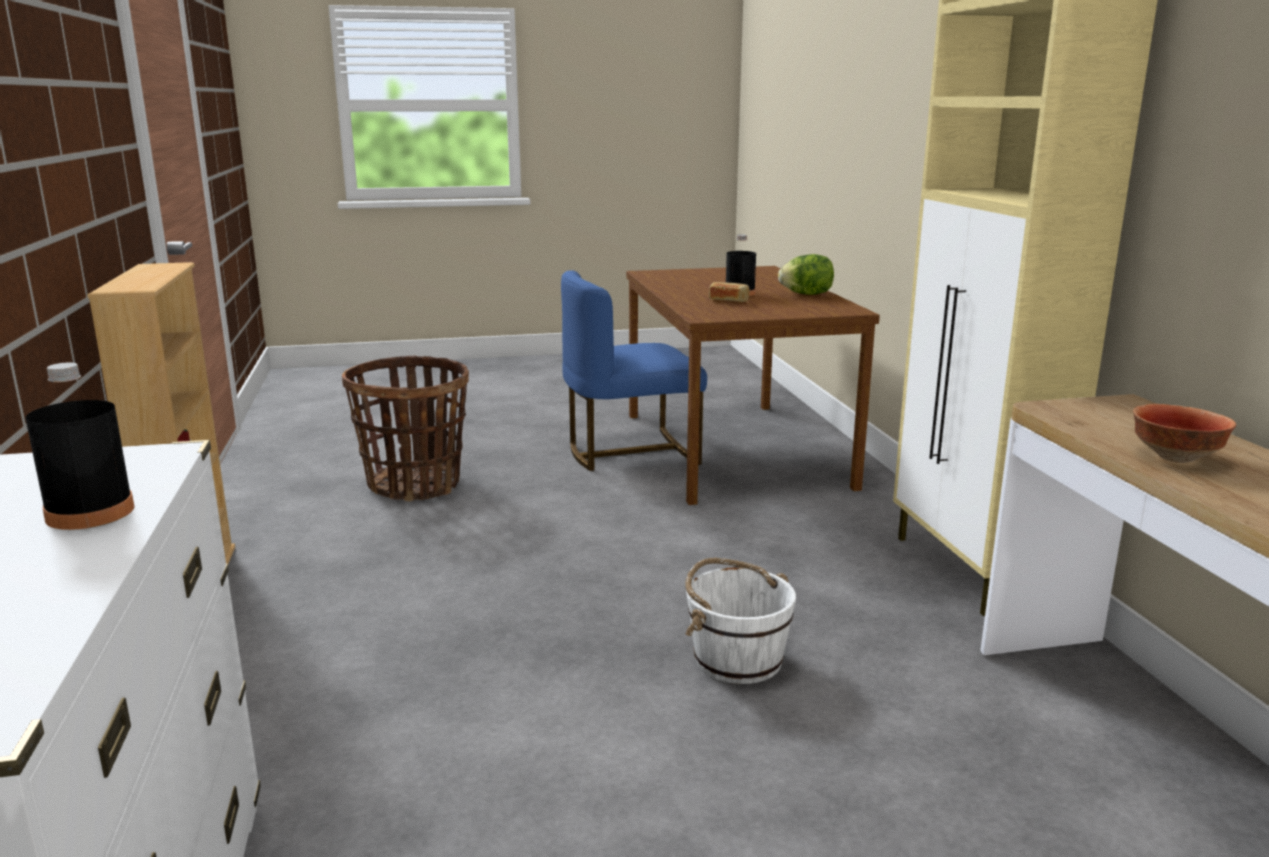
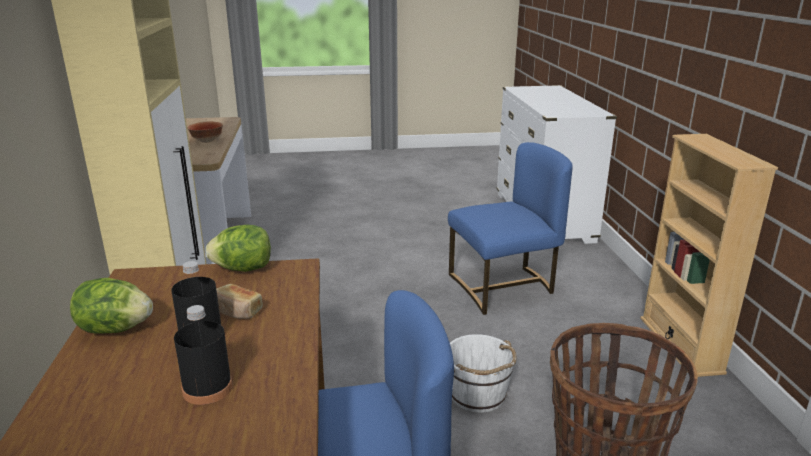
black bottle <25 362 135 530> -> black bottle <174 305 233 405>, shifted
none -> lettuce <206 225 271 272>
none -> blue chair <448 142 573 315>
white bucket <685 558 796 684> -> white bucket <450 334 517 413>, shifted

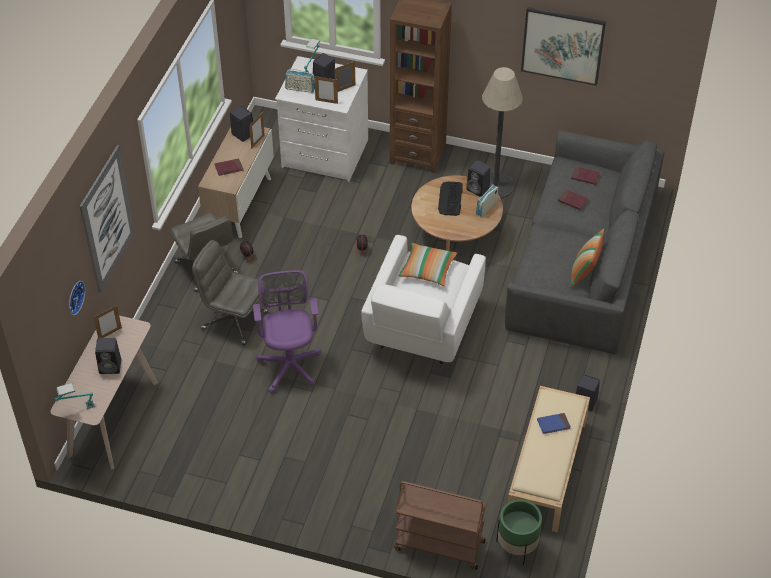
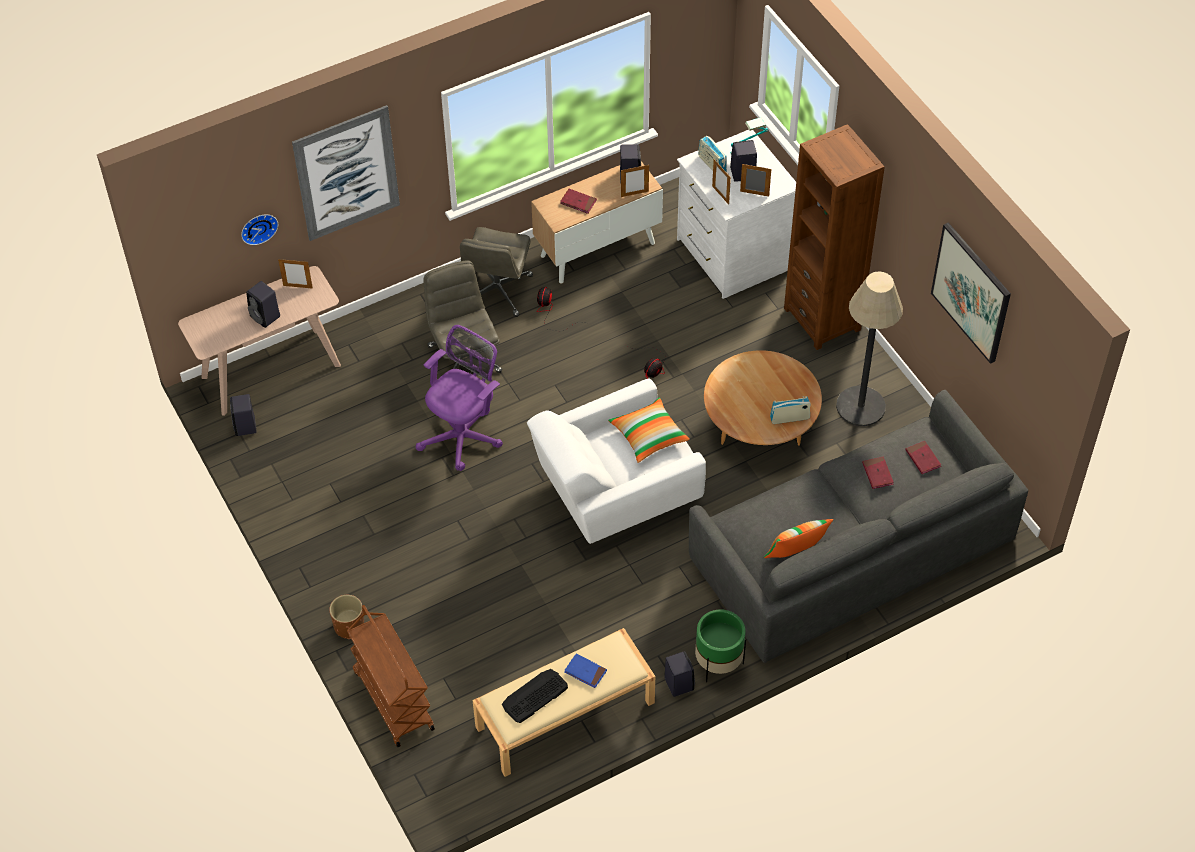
black speaker <466 160 491 197> -> black speaker <230 394 257 436>, shifted
none -> brown planter <329 595 364 639>
keyboard <438 181 462 216> -> keyboard <502 669 568 723>, shifted
green planter <496 499 542 565> -> green planter <695 609 746 683>, shifted
table lamp <55 383 95 409> -> none

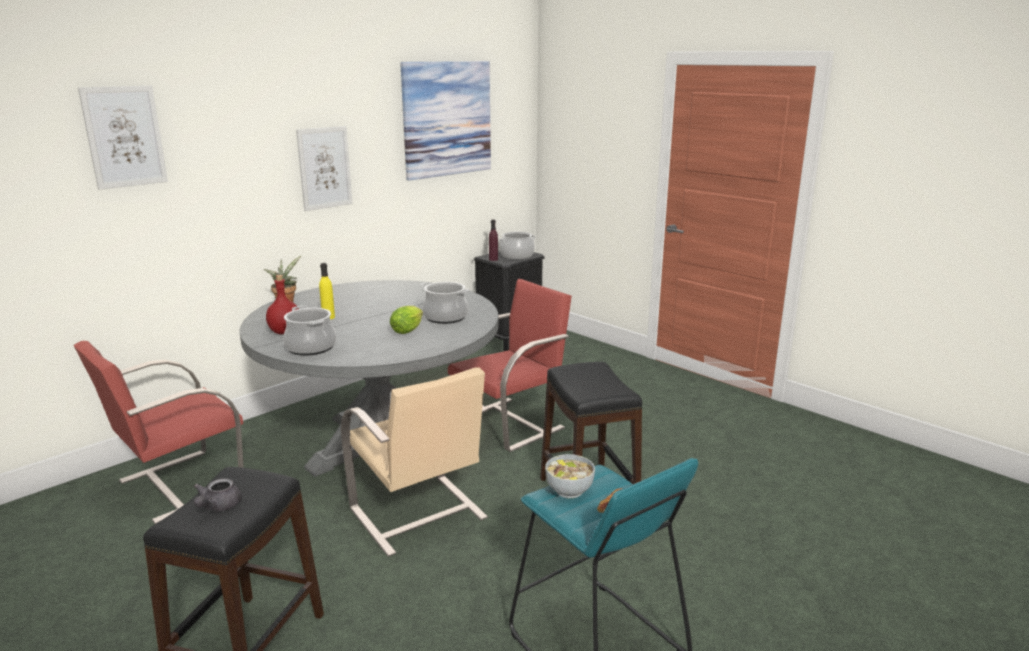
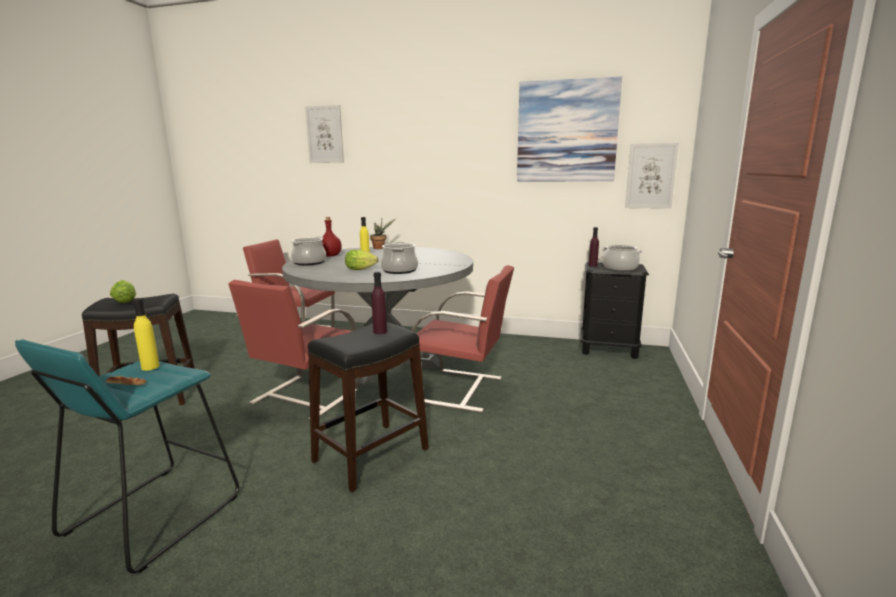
grey teapot <193 478 242 511> -> lettuce <110 280 136 303>
bowl <545 454 595 498> -> yellow bottle <133 299 160 371>
beige chair <341 367 488 557> -> red chair <228 280 359 420>
none -> purple bottle <372 272 387 334>
picture <296 126 352 211> -> picture <625 143 679 209>, shifted

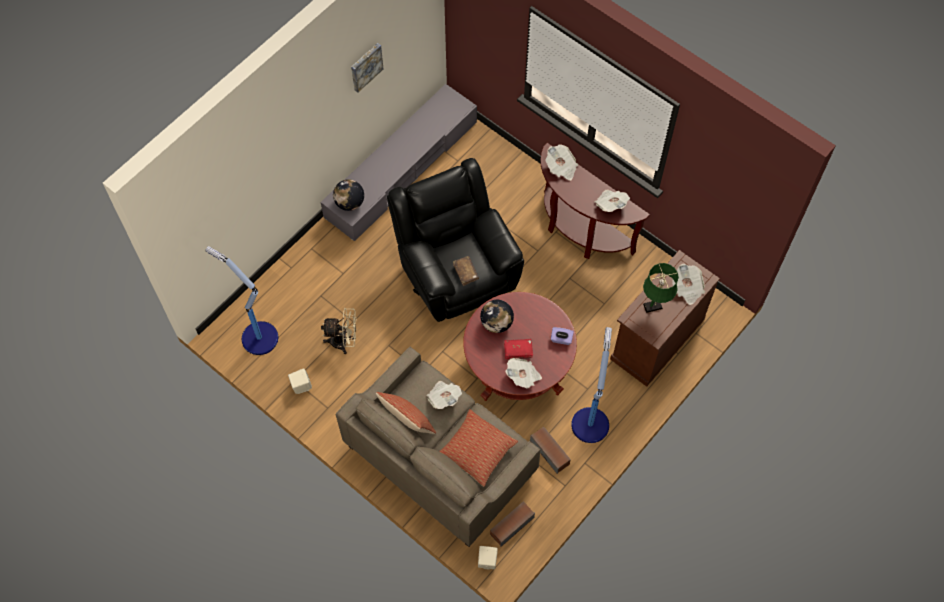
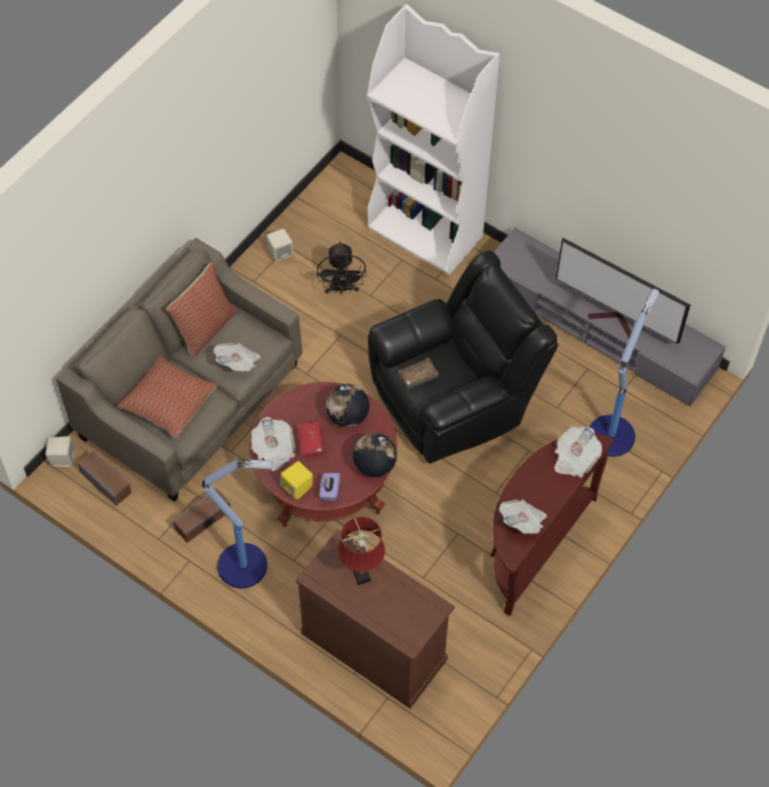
none -> yellow speaker <281 461 313 499>
beige fan <321 308 356 354> -> black fan <317 241 366 294>
green table lamp <643 263 679 313> -> red table lamp <338 516 385 585>
globe <333 179 364 211> -> globe <353 433 397 477>, shifted
none -> white bookcase <367 4 500 275>
none -> television <556 237 690 344>
floor lamp <206 246 278 355> -> floor lamp <589 289 659 457>, shifted
picture <351 43 383 93> -> none
newspaper <672 263 705 305> -> none

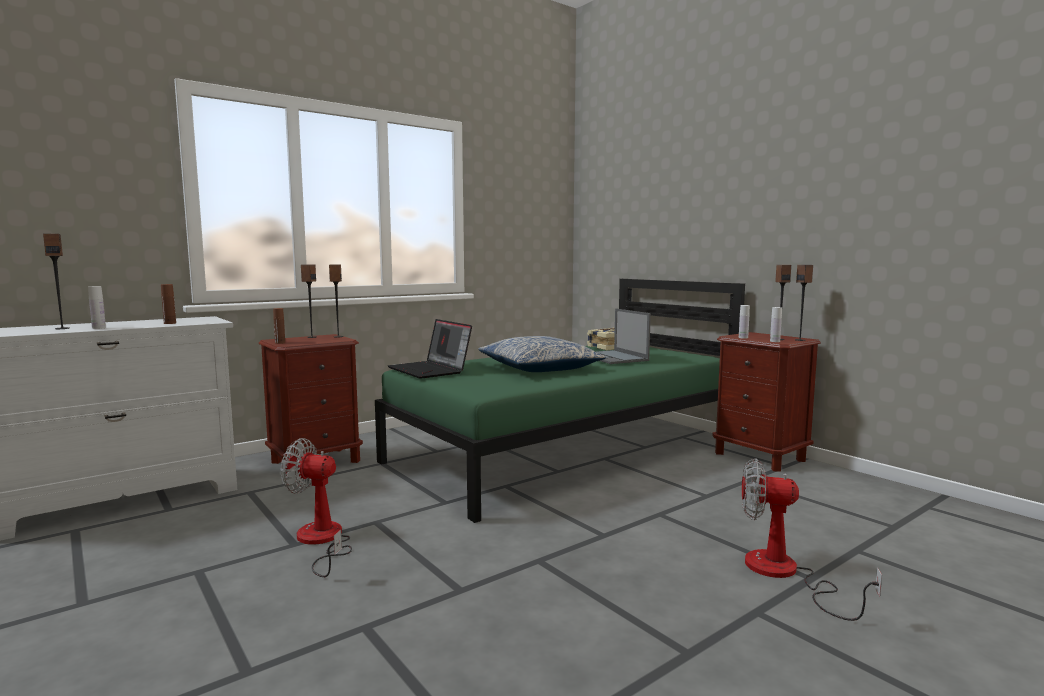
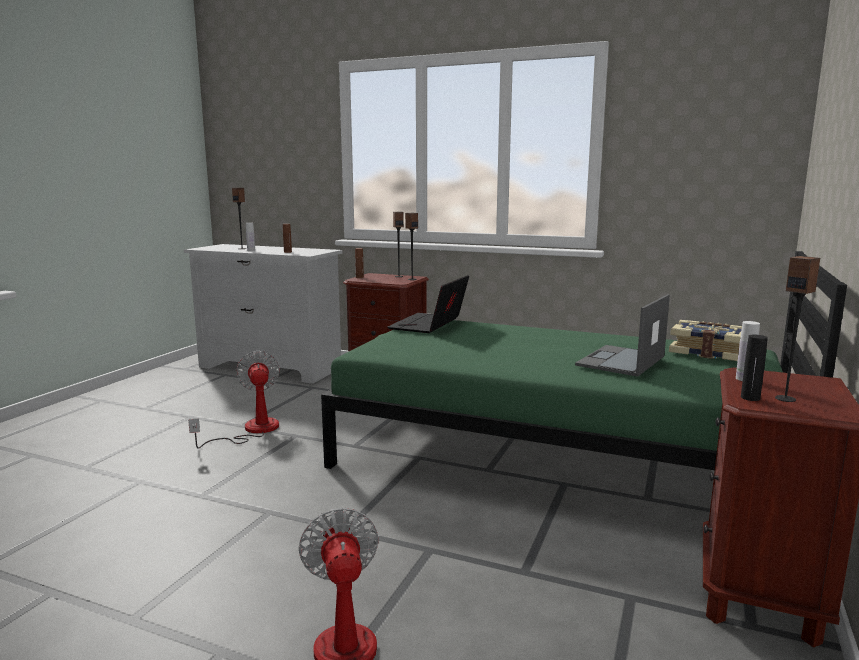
white bottle <770 307 782 342> -> black bottle <741 335 768 401>
pillow <478 336 606 372> -> none
speaker <795 265 813 341> -> none

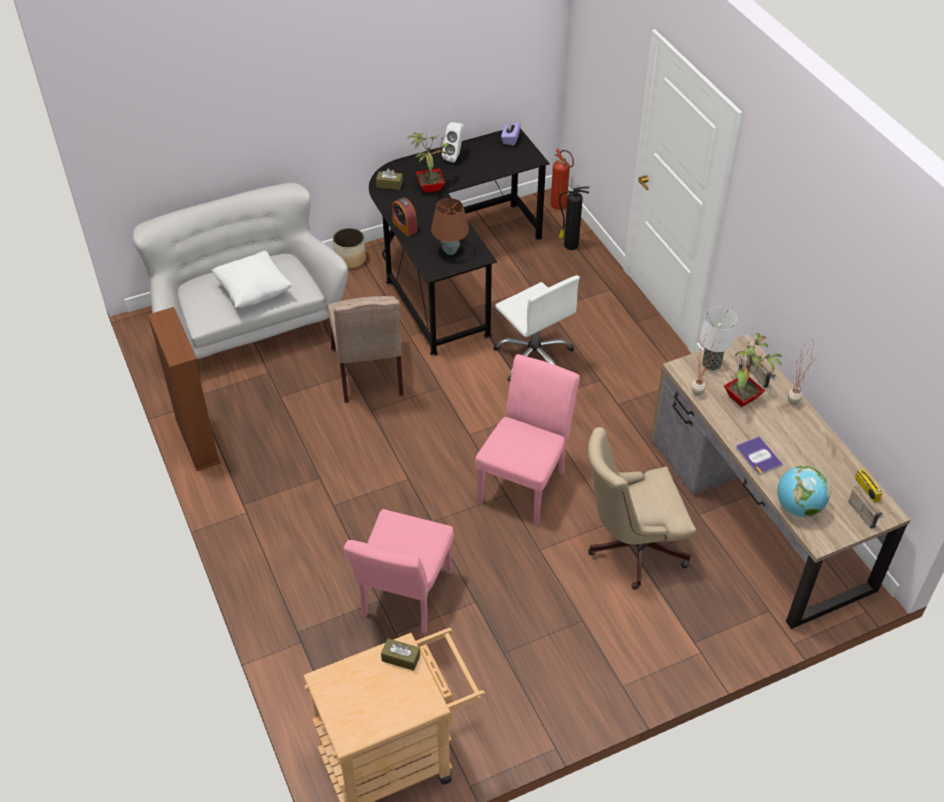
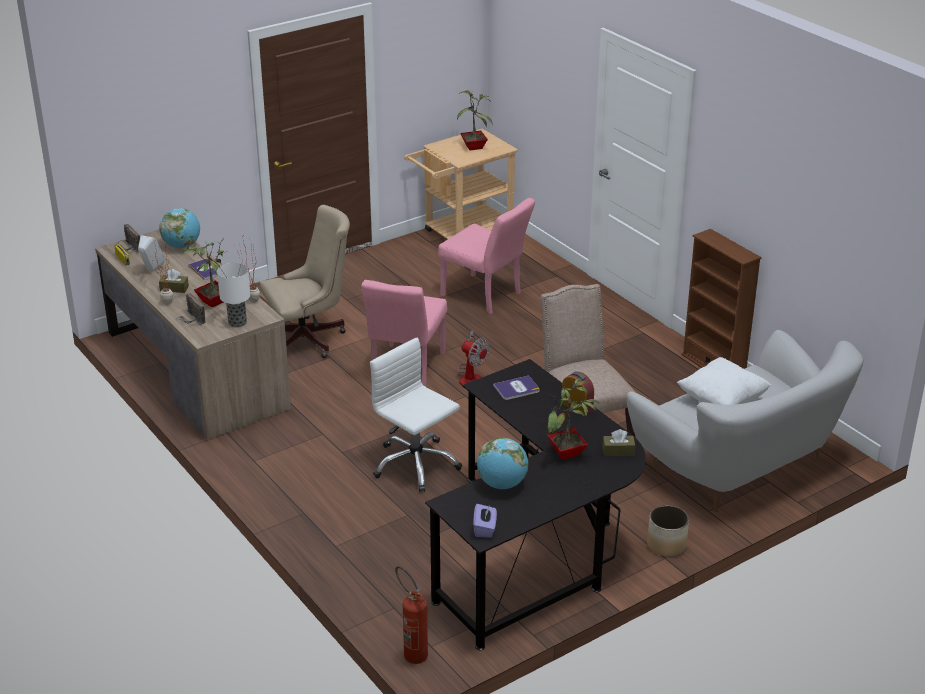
white speaker <442 122 464 163> -> white speaker <138 235 165 272>, shifted
brown tissue box <381 638 420 671> -> brown tissue box <159 269 189 293>, shifted
pink chair <343 509 454 634> -> pink chair <438 198 535 314>, 120 degrees clockwise
none -> potted plant <457 90 493 150>
none -> fan <457 330 490 386>
none -> globe <477 438 529 489>
brown table lamp <431 198 469 255> -> book <493 376 539 400>
fire extinguisher <558 186 589 250> -> none

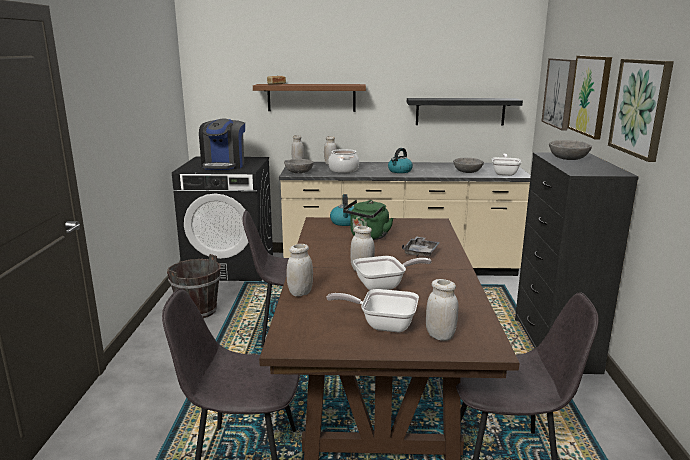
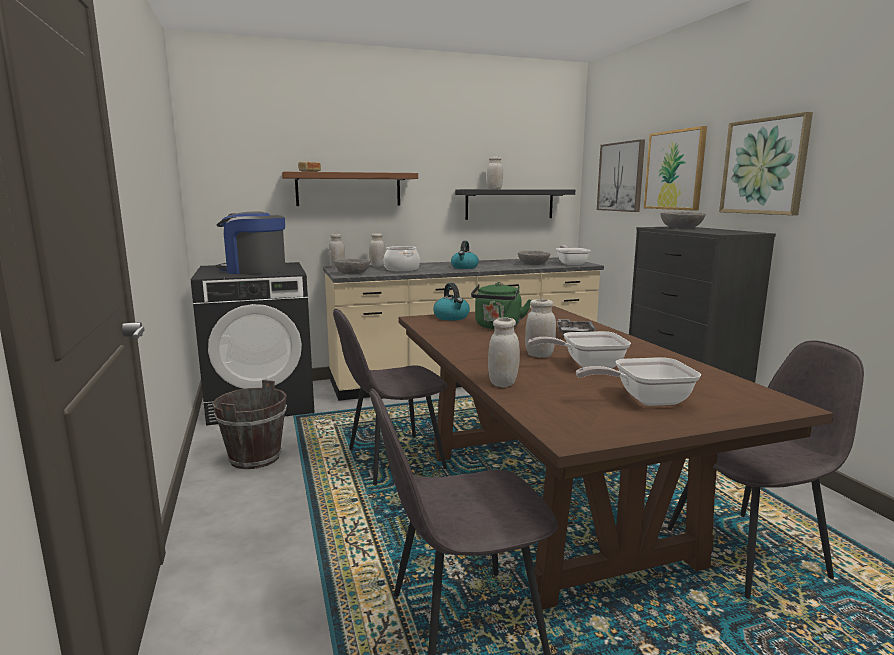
coffee machine <199 119 245 170> -> coffee machine <216 211 286 274>, 120 degrees clockwise
white jar <426 279 459 341> -> white jar <487 157 503 189>, shifted
frying pan <353 256 432 290> -> frying pan <528 331 631 368>, 150 degrees counterclockwise

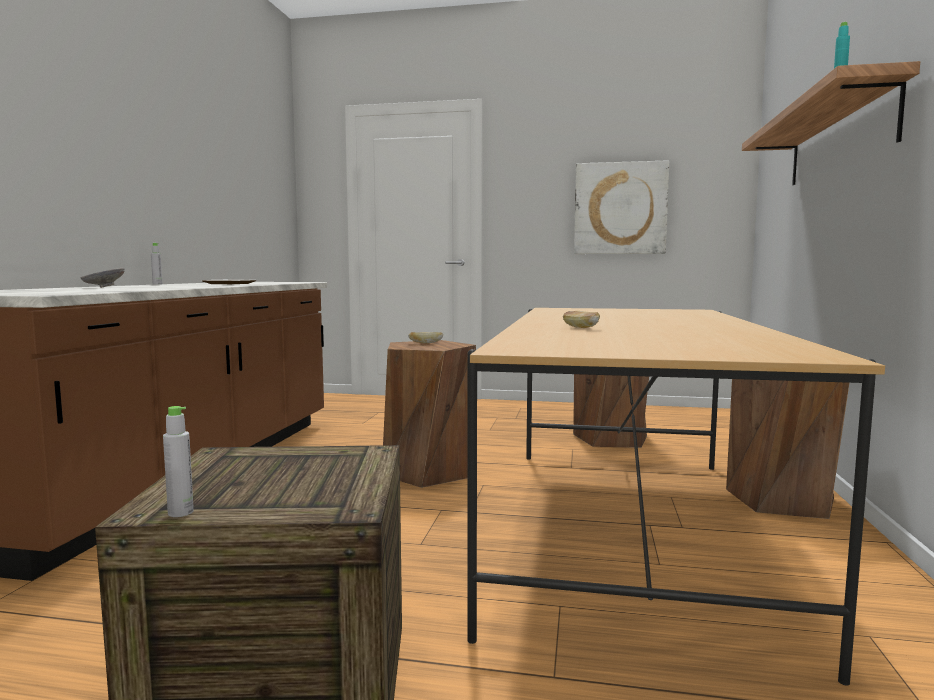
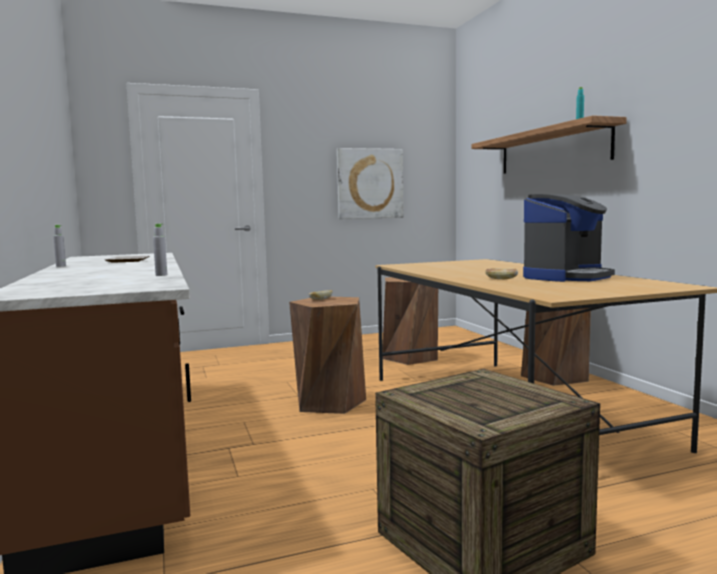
grey bottle <163 406 194 517> -> grey bottle <153 224 167 276>, shifted
none -> coffee machine <523 194 615 282>
grey bowl <81 268 124 288> -> none

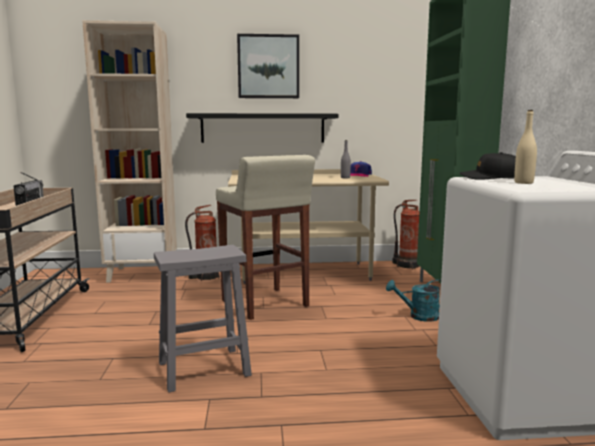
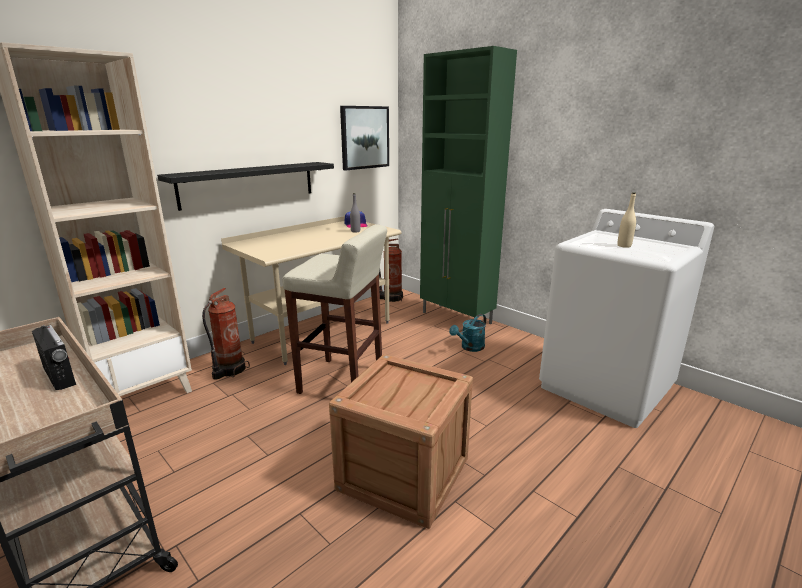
grey stool <154 245 252 393> -> crate <329 355 473 529>
picture <237 34 299 98> -> picture <340 106 389 170>, shifted
black cap <460 152 516 180> -> none

